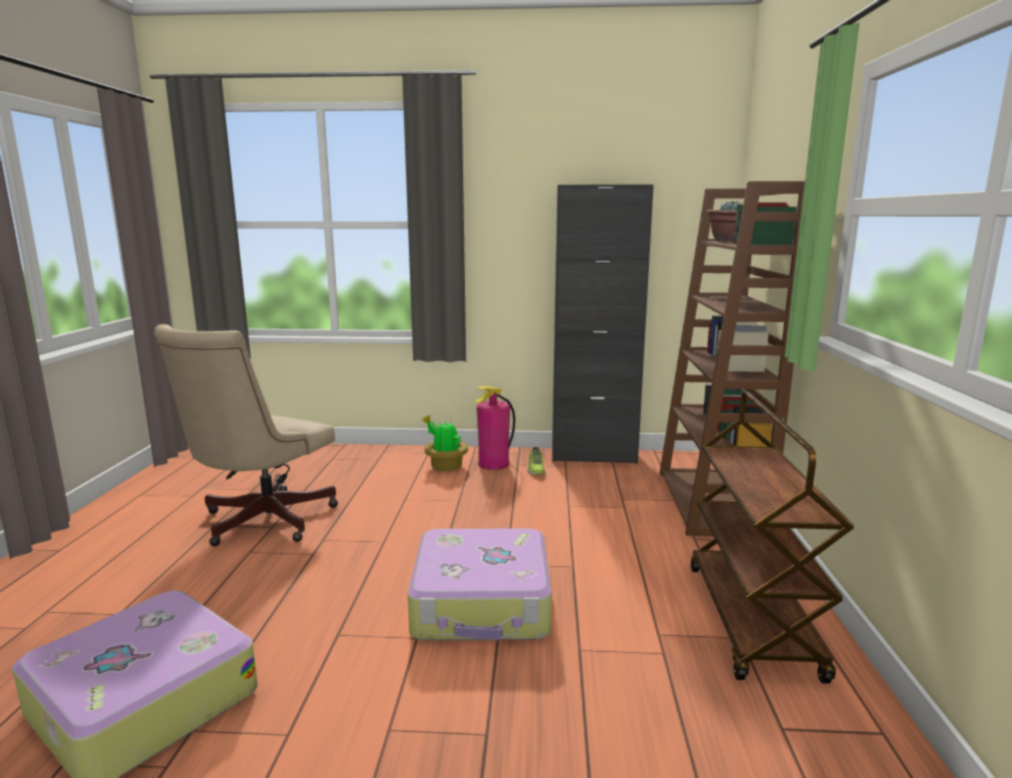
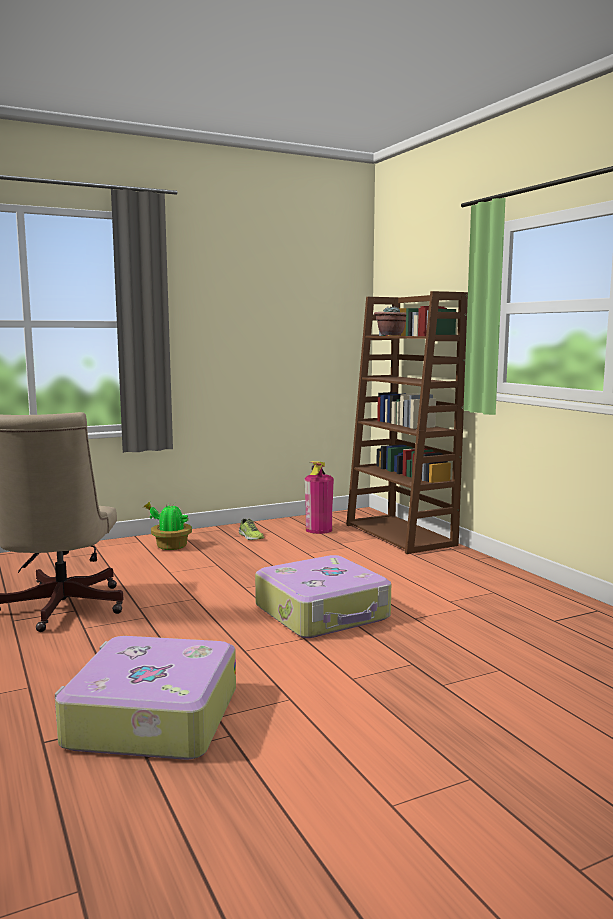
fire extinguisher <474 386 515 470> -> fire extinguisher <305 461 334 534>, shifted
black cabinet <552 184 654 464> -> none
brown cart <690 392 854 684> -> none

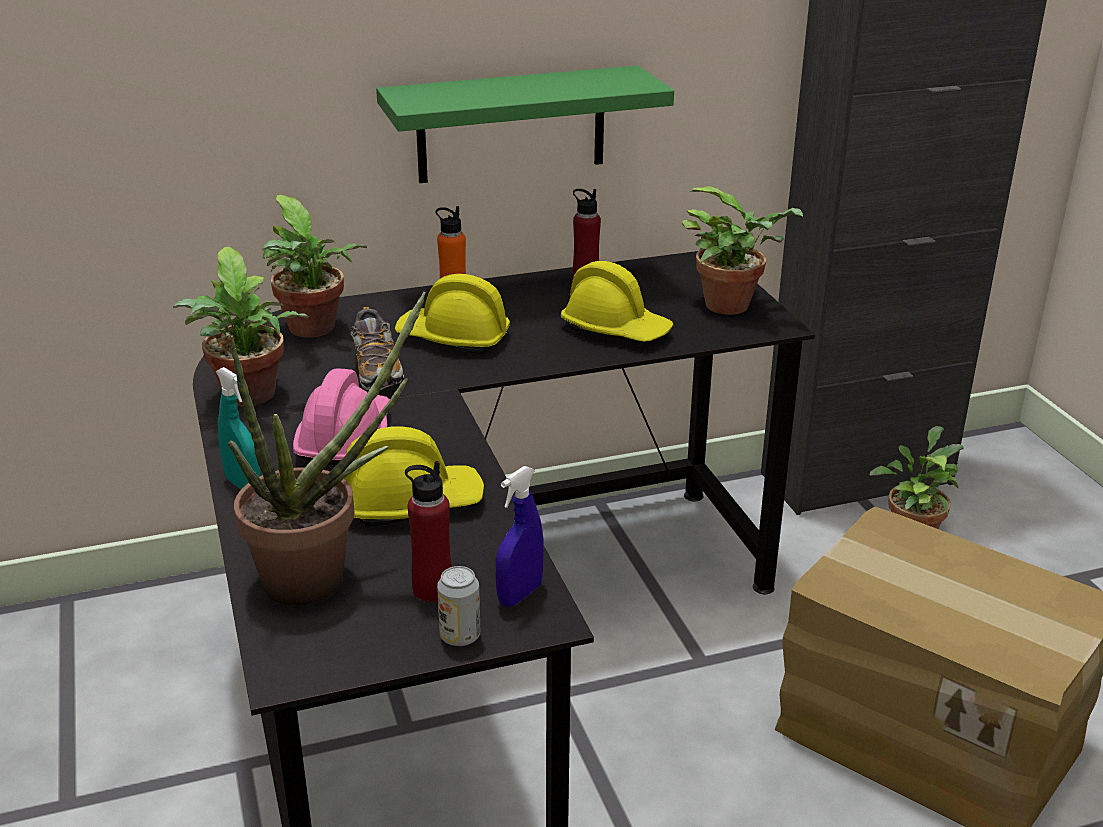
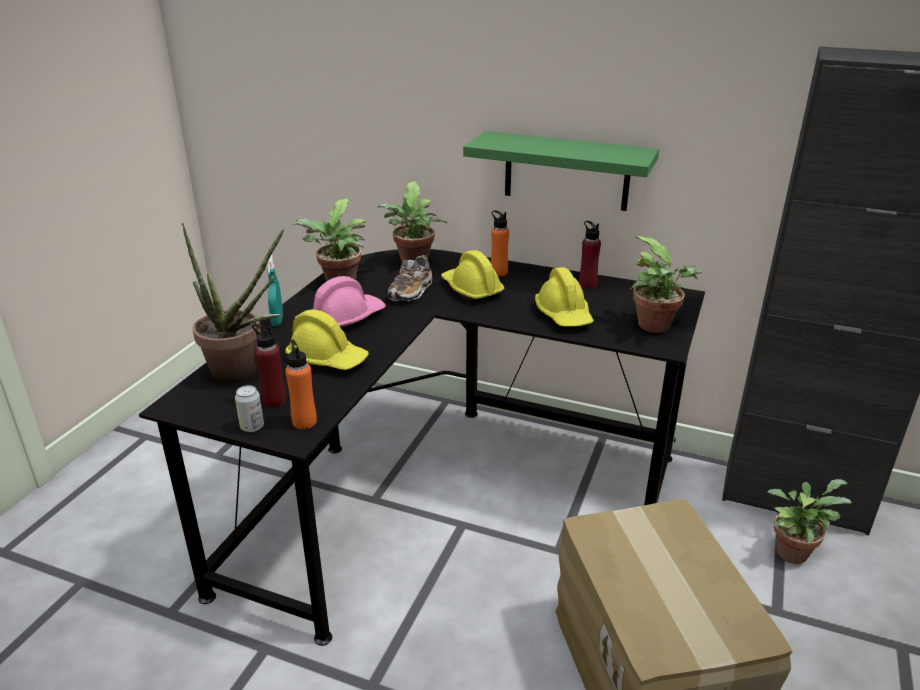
blue spray bottle <495 466 543 607> -> orange bottle <285 339 317 429>

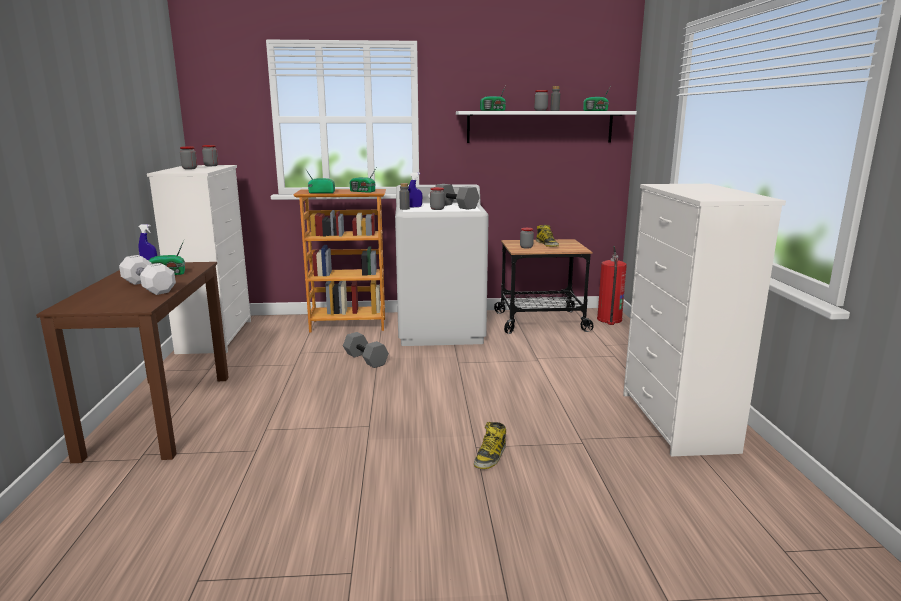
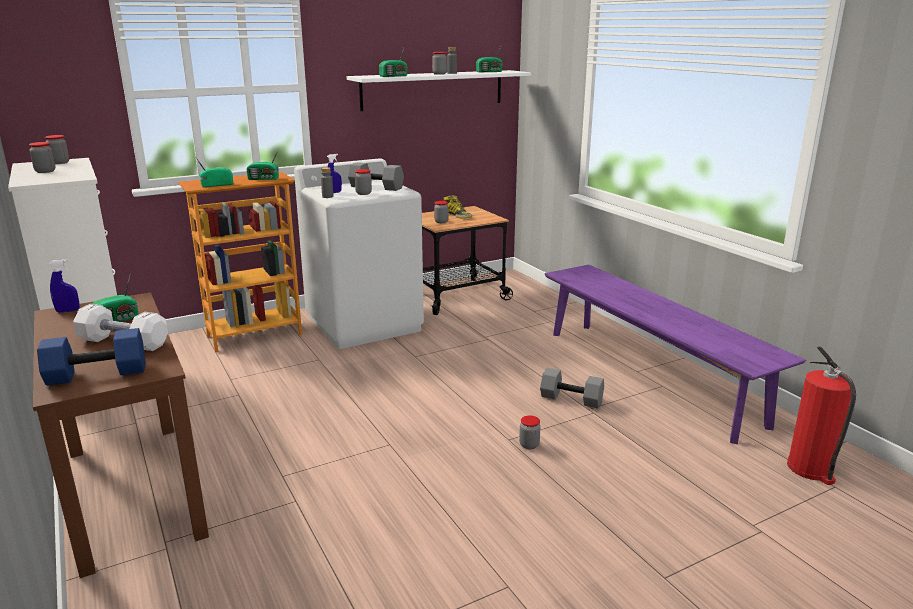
none -> blue dumbbell <37 328 145 386>
boot <474 422 506 469> -> jar <519 415 540 449>
grey dumbbell <343 332 389 368> -> grey dumbbell <540 368 604 408>, shifted
white dresser <623 184 786 456> -> purple bench <545 265 806 444>
fire extinguisher <597 246 627 325> -> fire extinguisher <787 347 856 485>, shifted

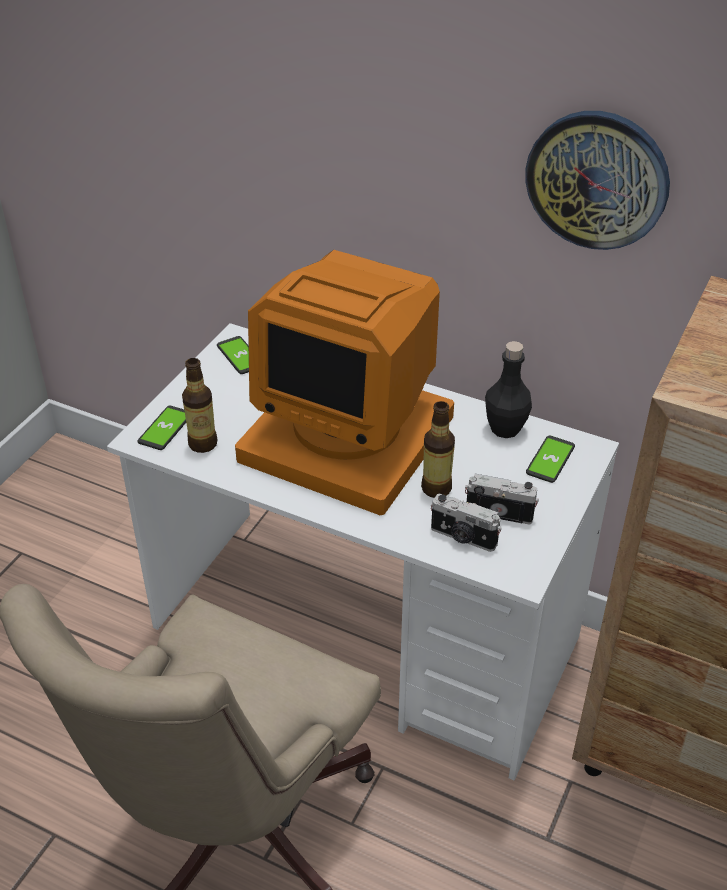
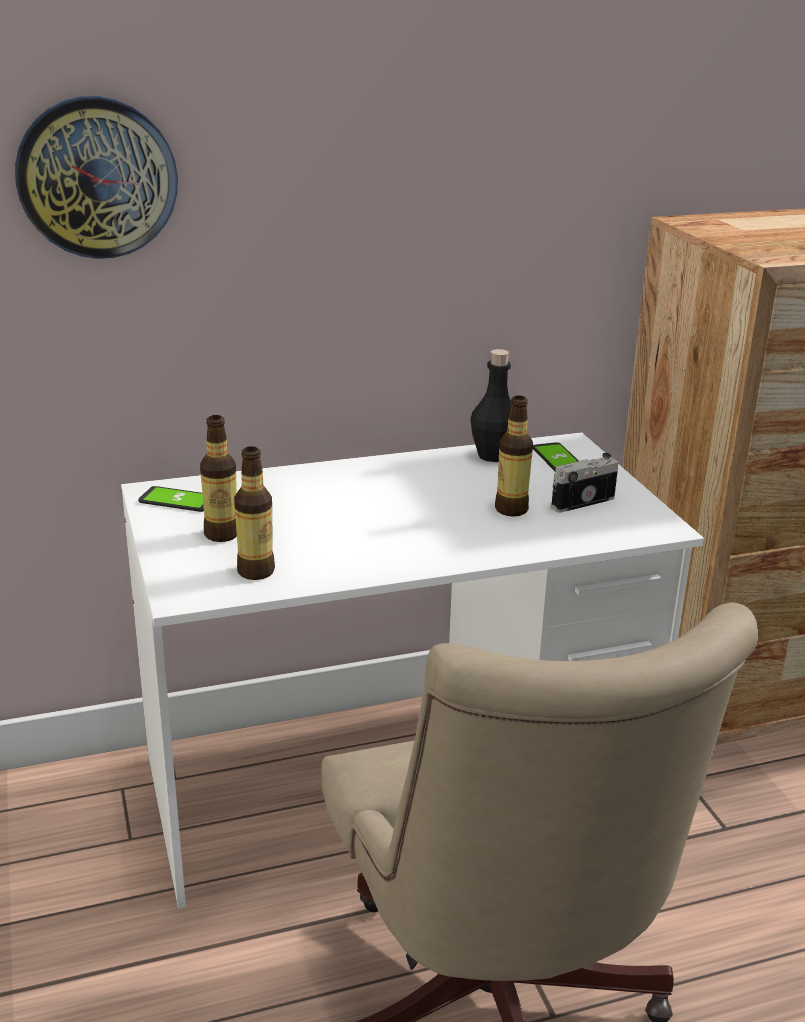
wall clock <525 111 670 250> -> wall clock <15 96 178 259>, shifted
none -> bottle <200 415 237 542>
phone <138 406 186 450> -> none
monitor <235 250 454 515> -> none
photo camera <431 494 501 552> -> none

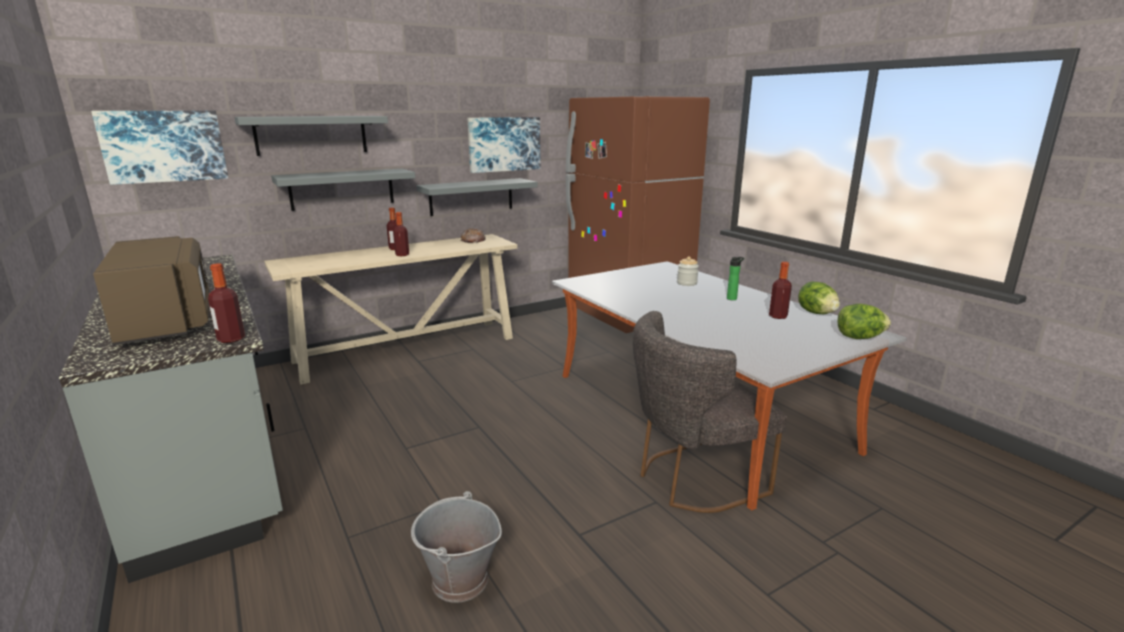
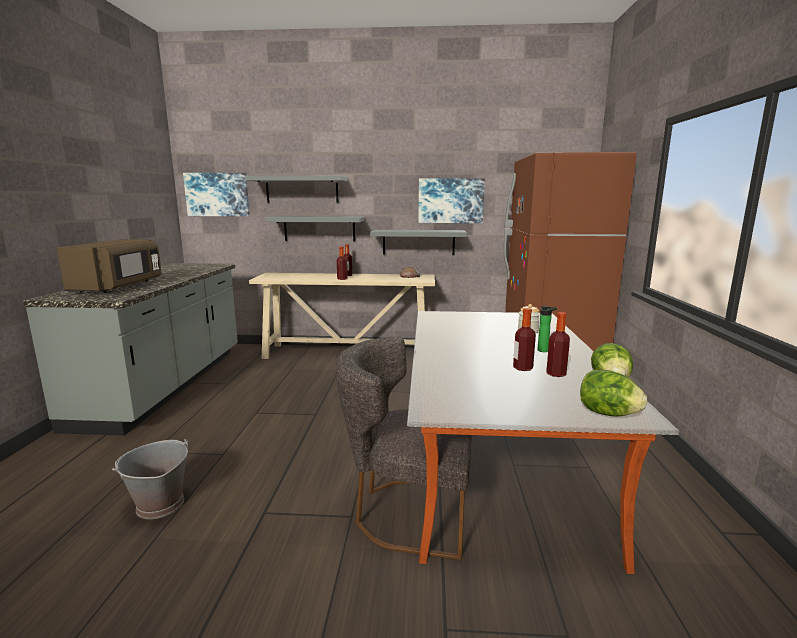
bottle <208 263 245 343> -> bottle <513 308 536 371>, shifted

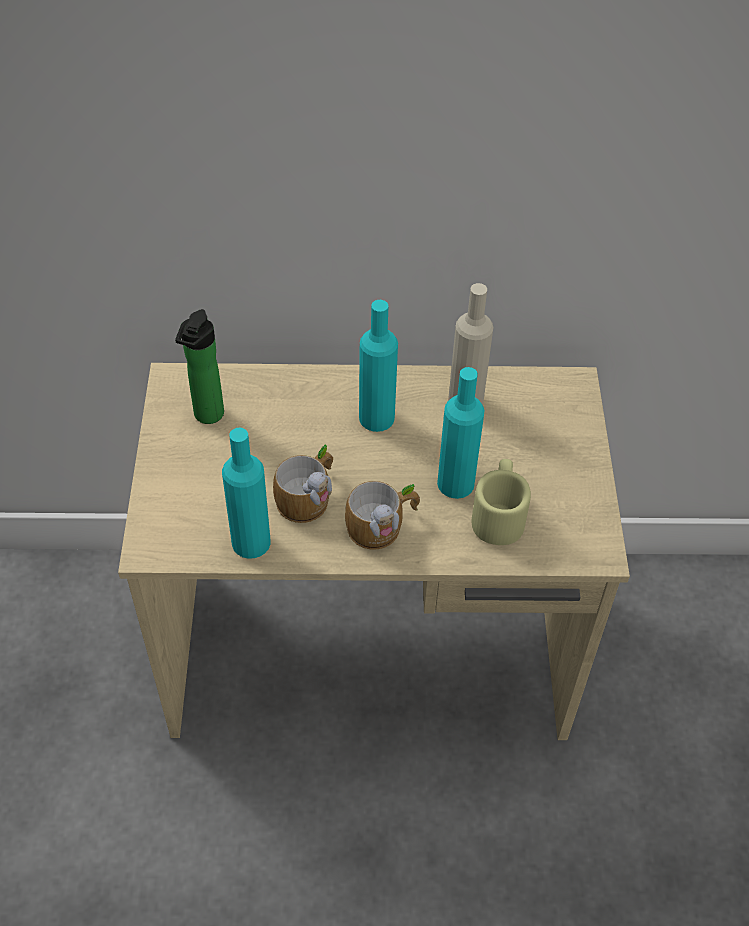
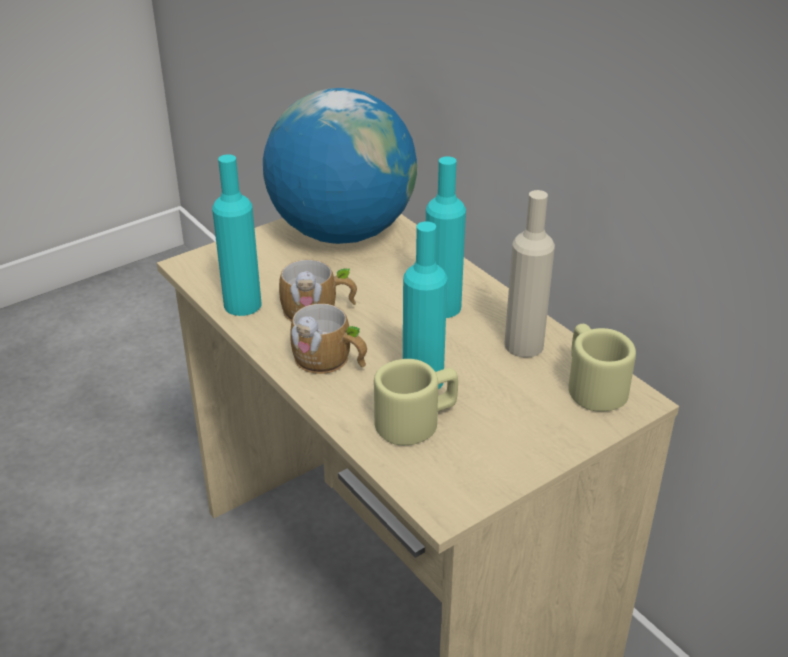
bottle <175 309 224 424> -> globe <263 88 417 244>
none -> beige mug <568 324 636 412>

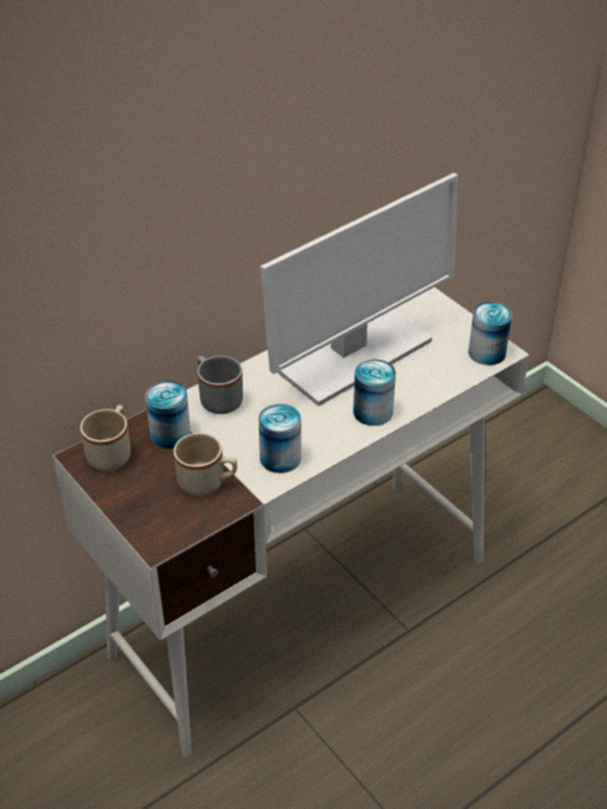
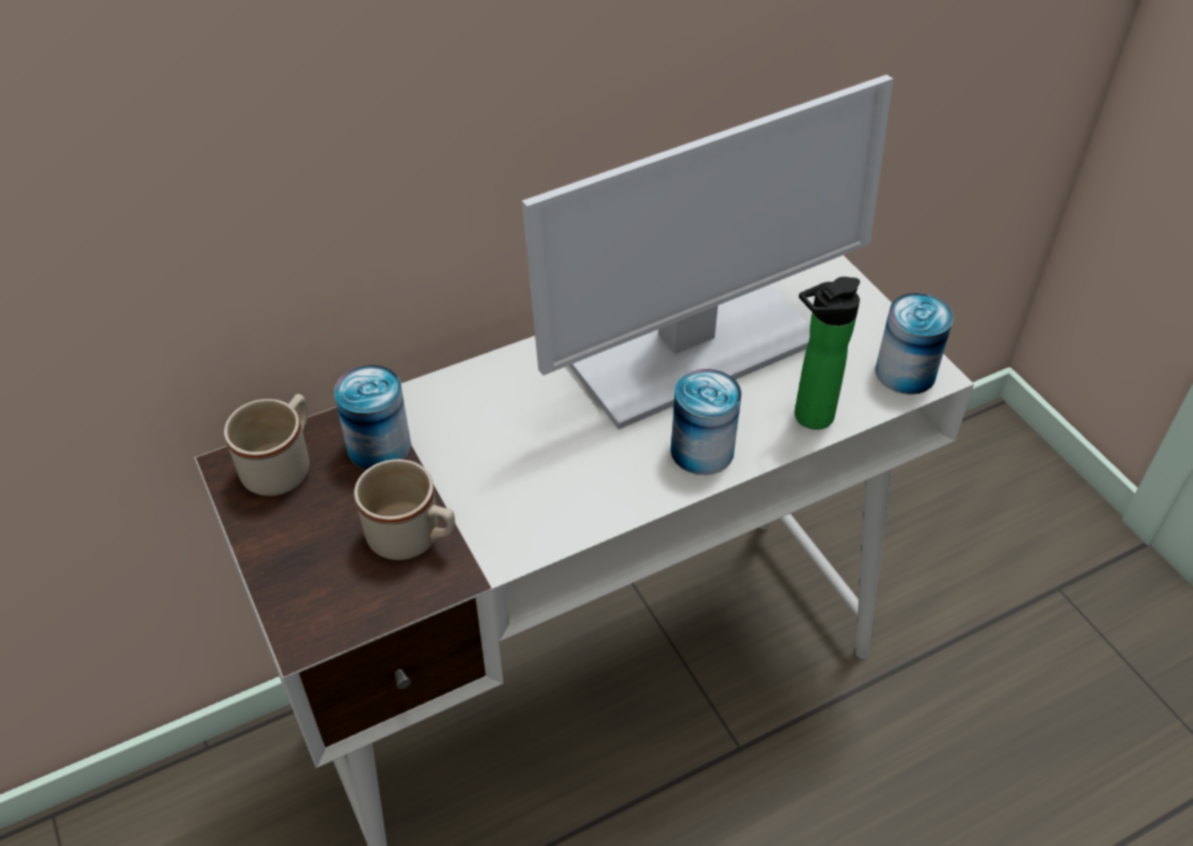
none -> bottle <795 277 860 430>
grey mug <197 356 243 414> -> none
can <258 404 301 473> -> none

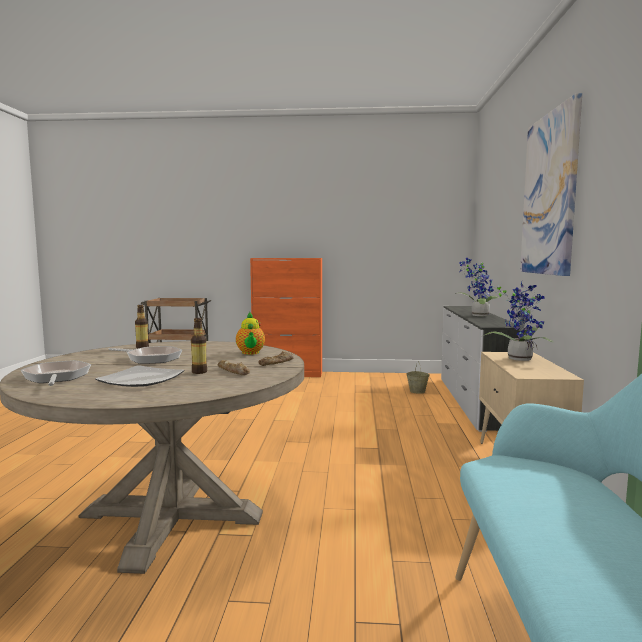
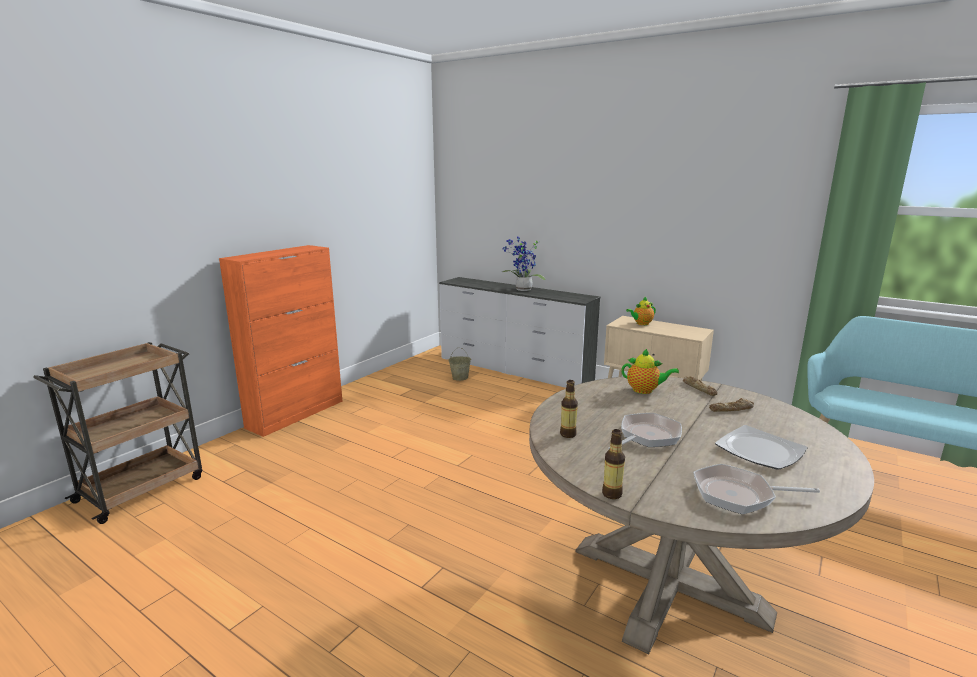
bottle <191 318 207 374> -> bottle <602 429 625 499>, shifted
potted plant <483 281 553 361> -> teapot <626 297 656 325>
picture <520 93 582 276> -> none

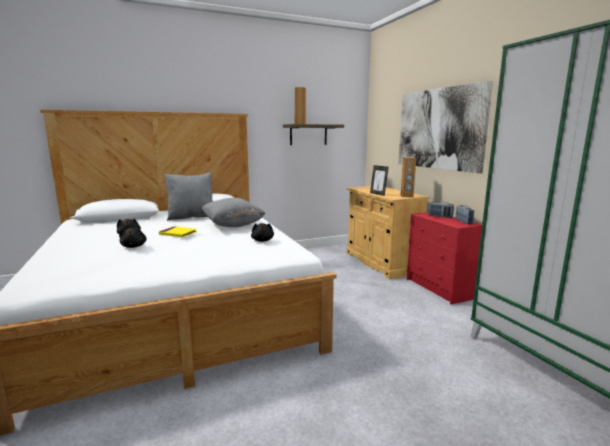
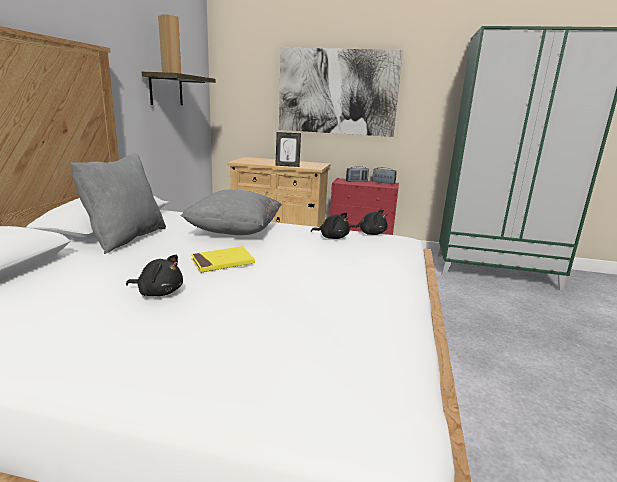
black plush toy <119 228 147 248> -> black plush toy <349 210 388 235>, shifted
brown speaker <401 157 416 197> -> none

